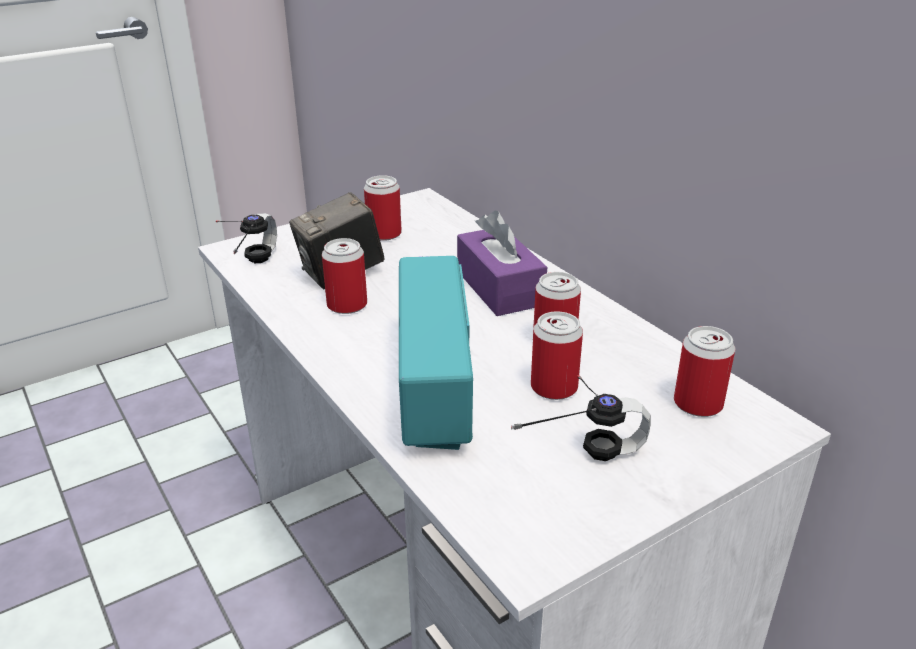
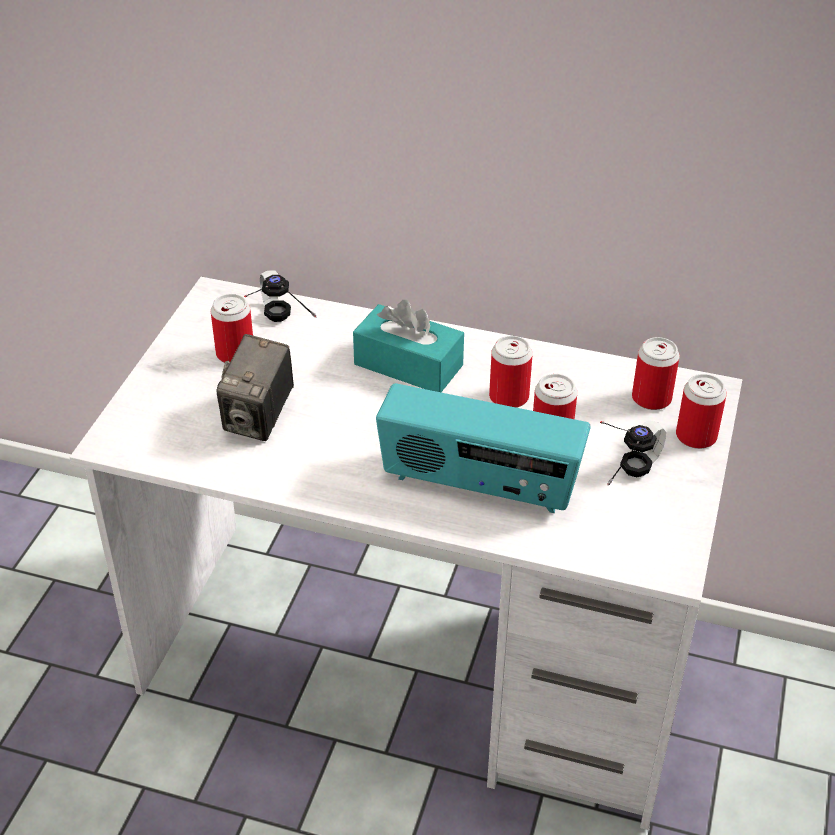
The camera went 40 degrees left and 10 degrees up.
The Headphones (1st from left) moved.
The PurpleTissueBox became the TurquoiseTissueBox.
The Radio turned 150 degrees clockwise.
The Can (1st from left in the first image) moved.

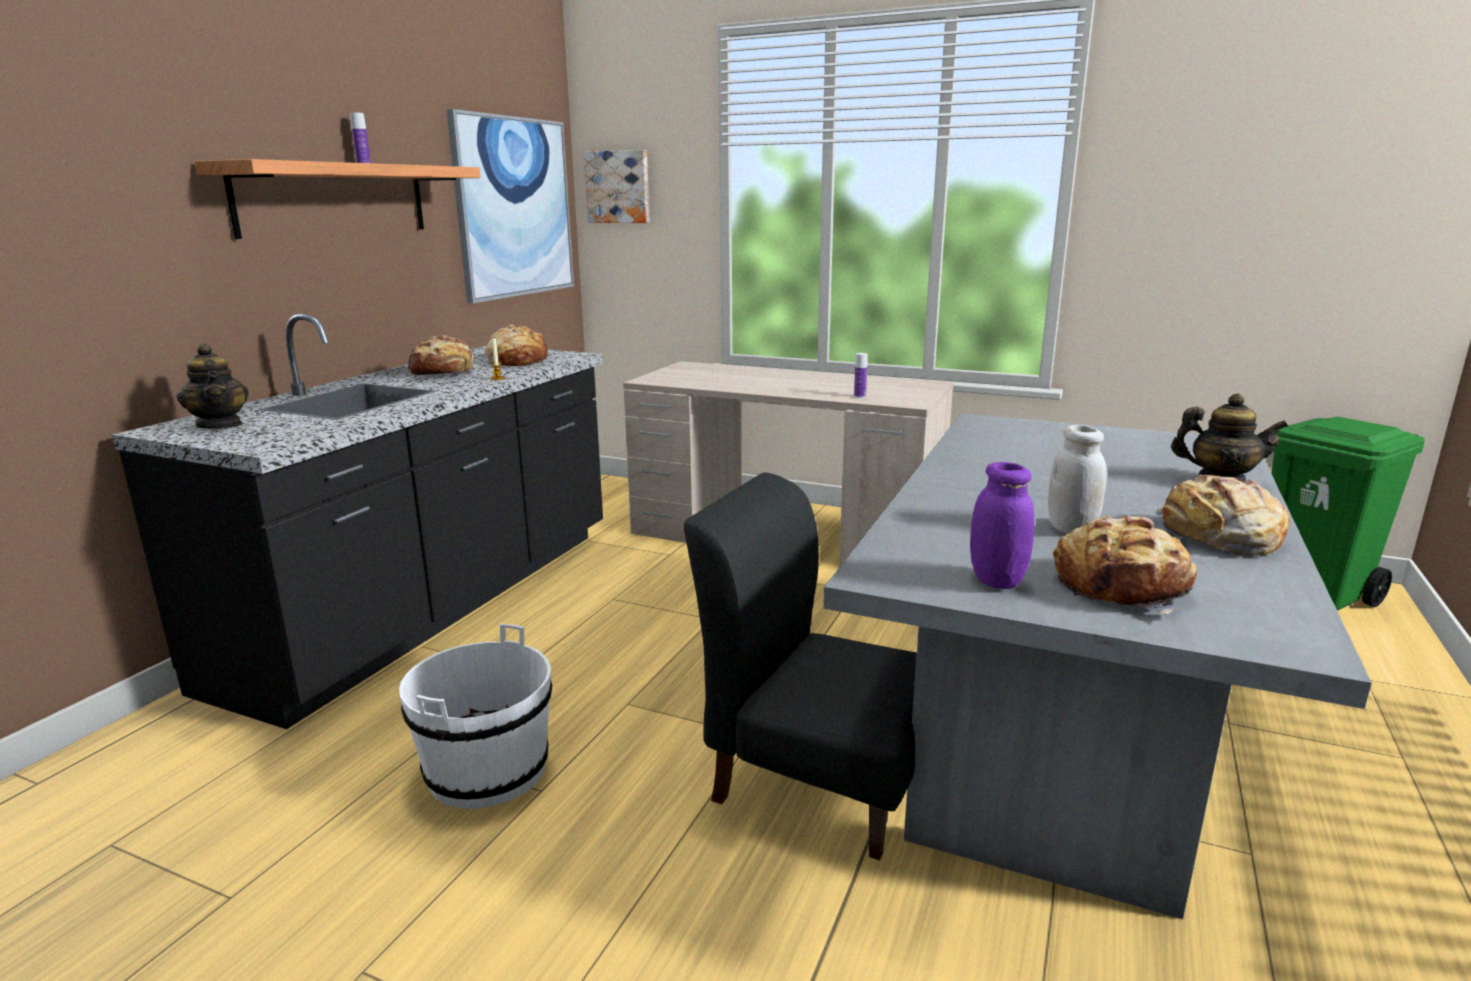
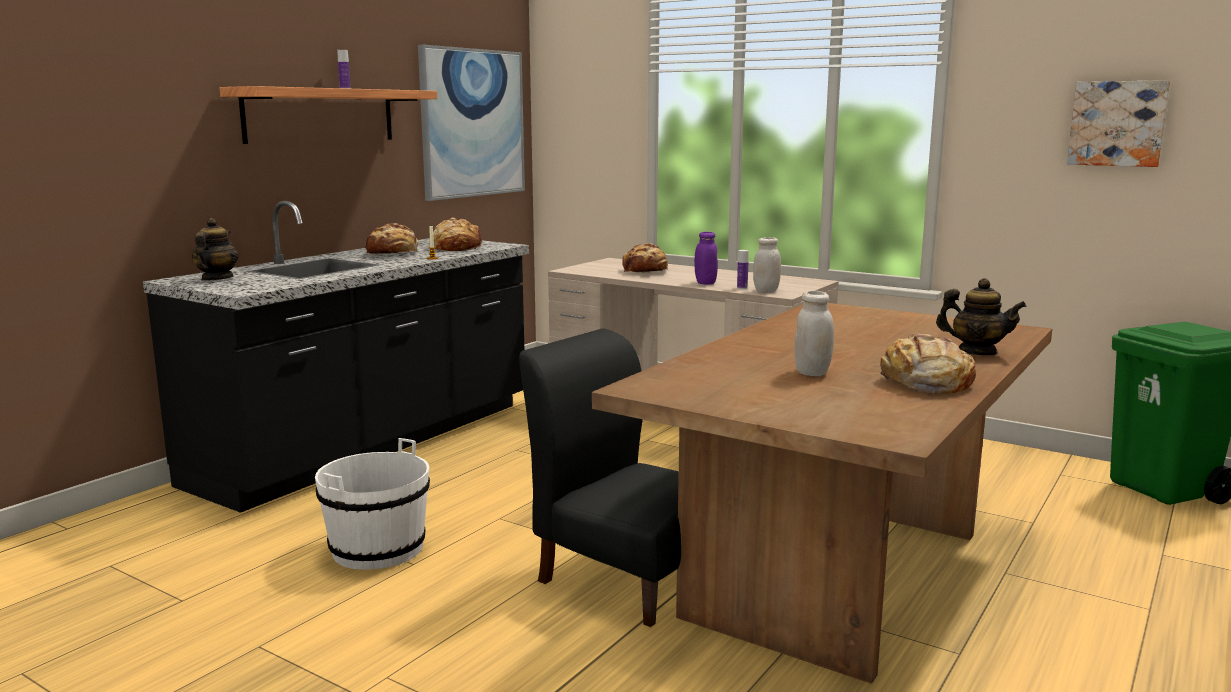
The camera went 10 degrees right and 5 degrees down.
The Teapot (1st from left) turned 150 degrees counterclockwise.
The GreyDiningTable became the BrownDiningTable.
The Bread (3rd from left) moved.
The PurpleJar moved.
The WhiteJar (1st from left) appeared.
The Picture (2nd from left) moved.

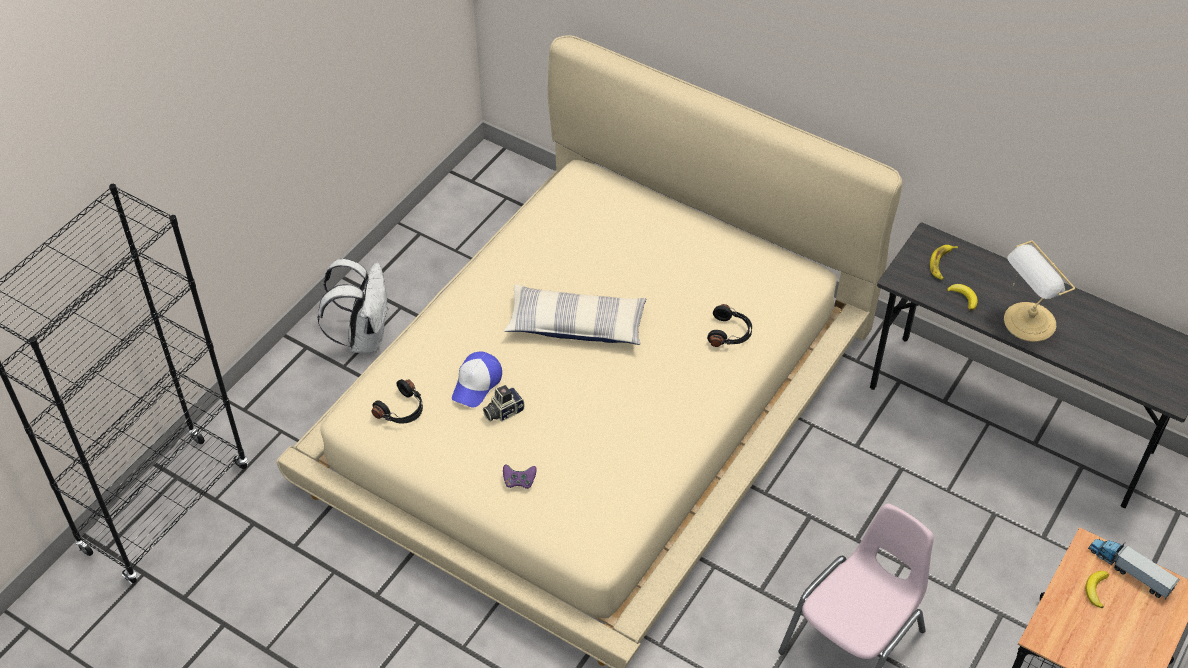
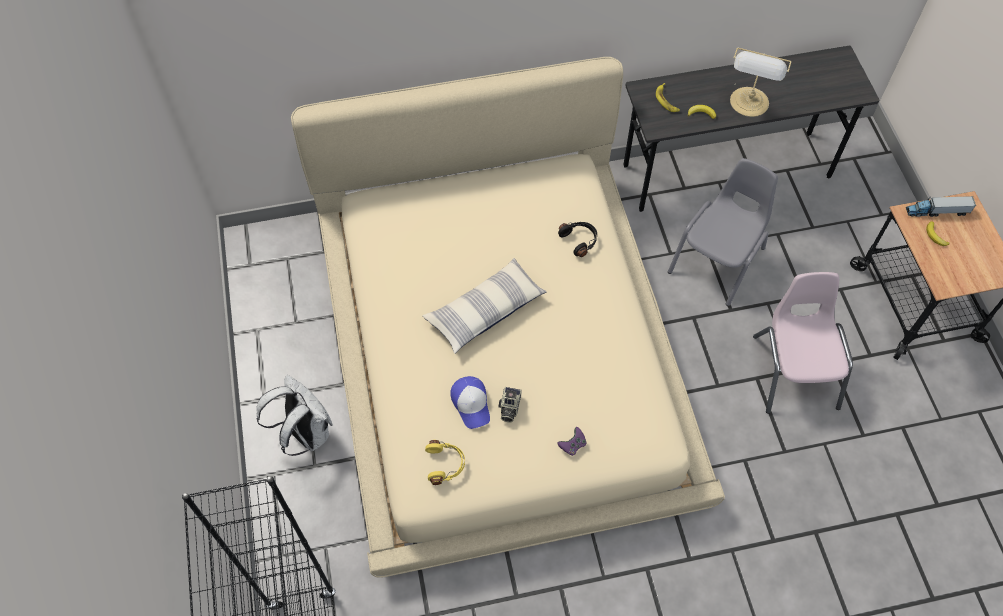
The camera went 45 degrees left and 10 degrees up.
The BlackHeadphones (1st from left) became the YellowHeadphones.
The GreyChair appeared.

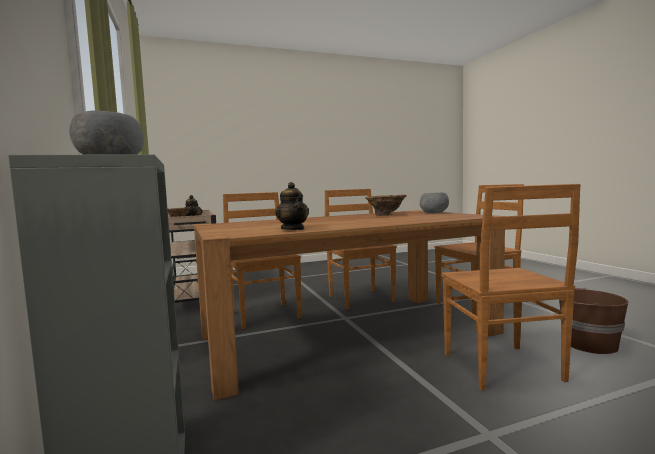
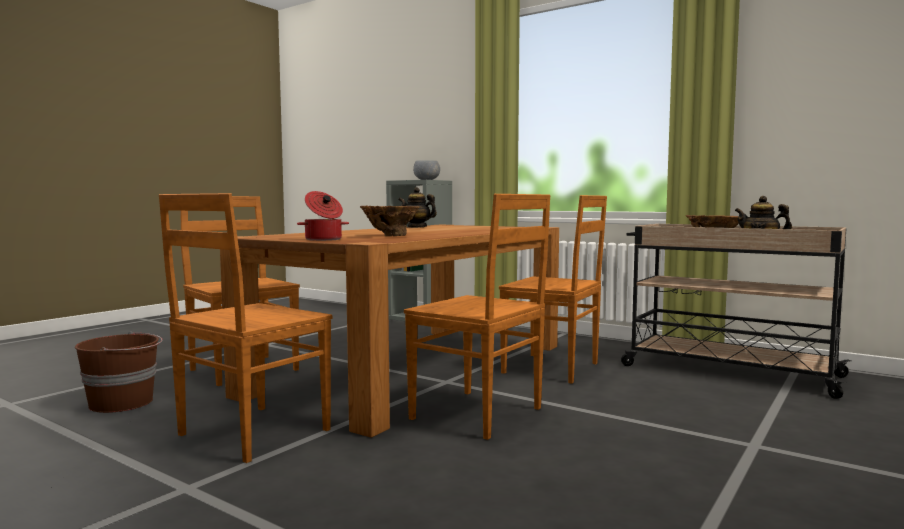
The camera went 145 degrees right and 0 degrees up.
The GreyBowl (2nd from left) was replaced by the CookingPot.

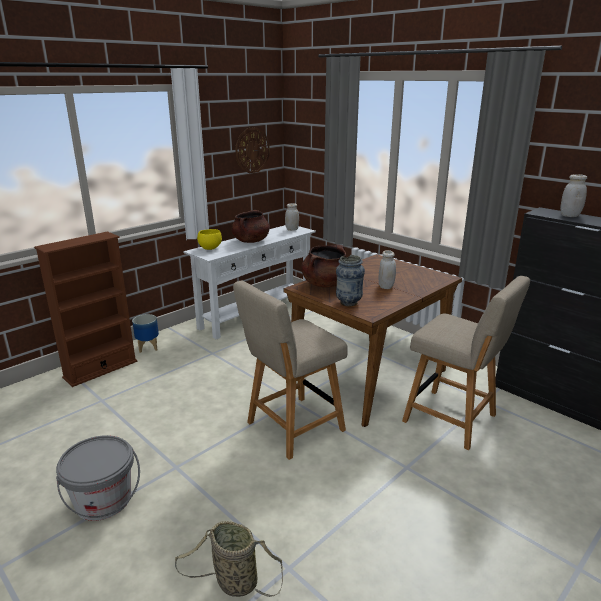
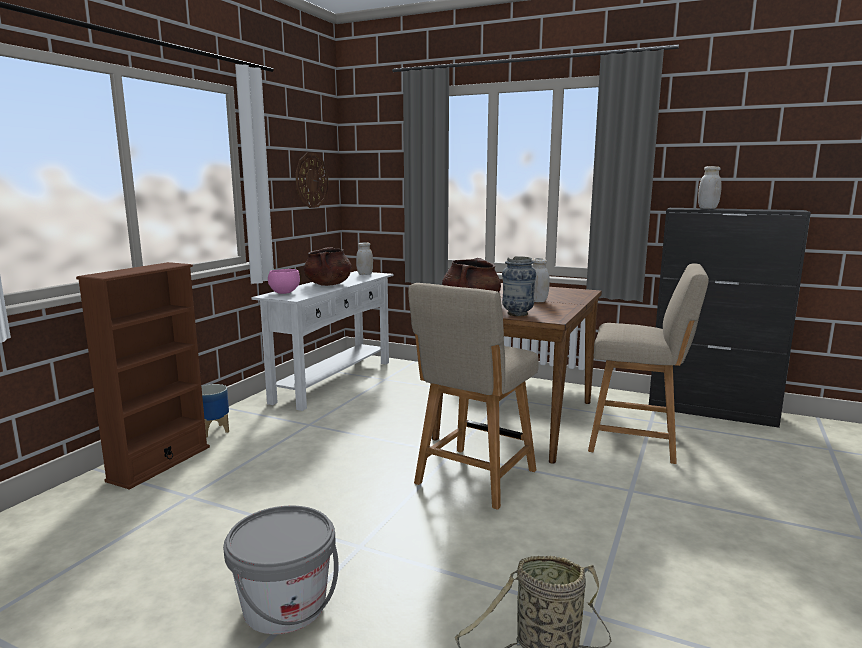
The camera went 20 degrees left and 10 degrees down.
The YellowBowl became the PinkBowl.

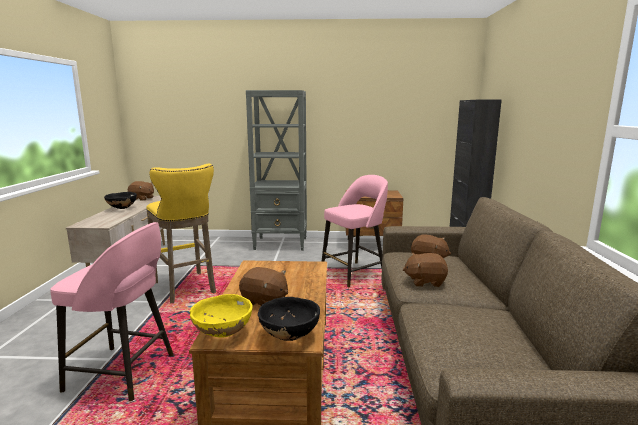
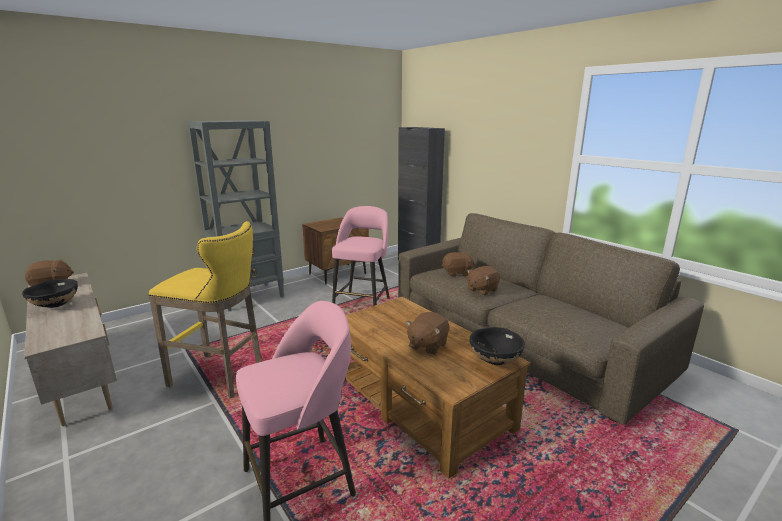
The camera went 40 degrees left and 5 degrees up.
The BrownPlushToy (2nd from left) turned 135 degrees clockwise.
The YellowBowl disappeared.

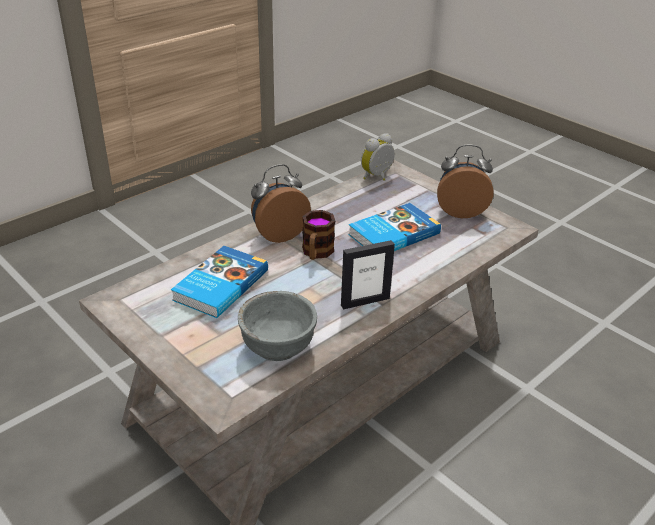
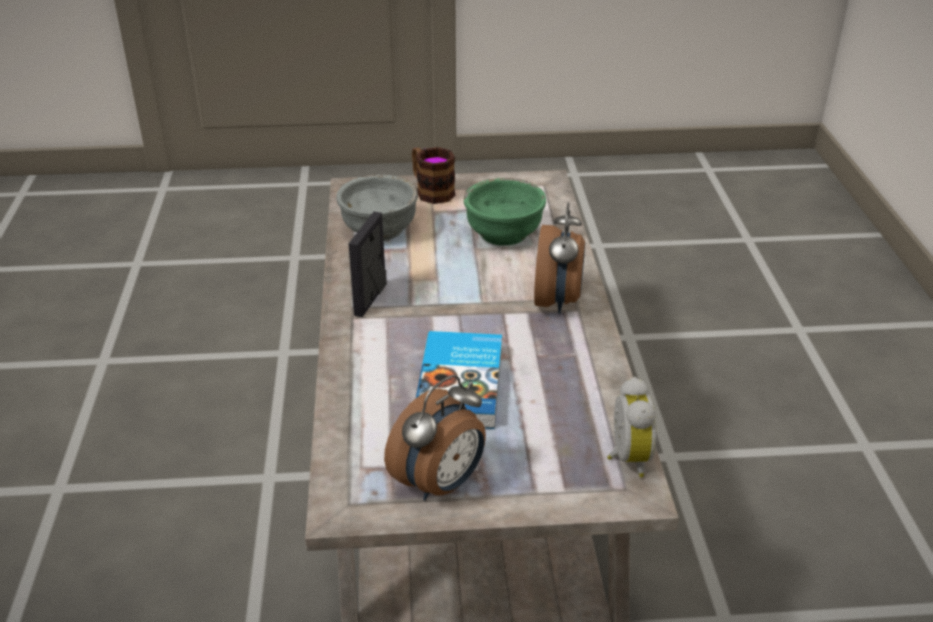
The camera went 130 degrees right and 0 degrees up.
The Mug moved.
The Book (1st from left) was replaced by the GreenBowl.

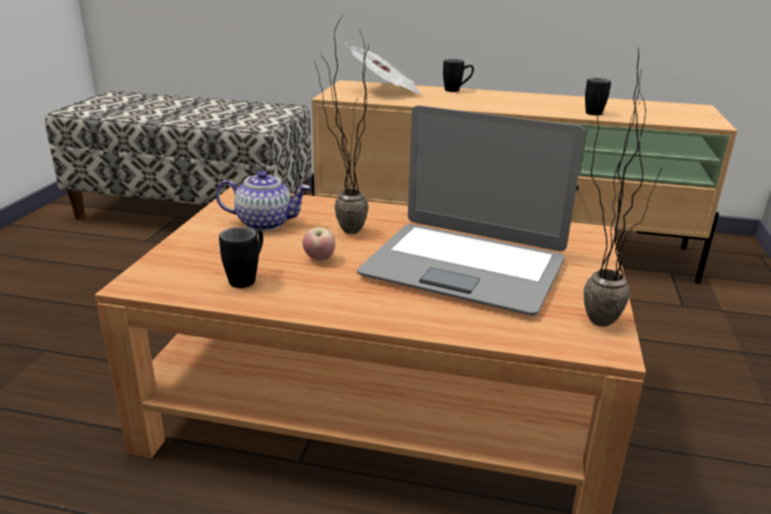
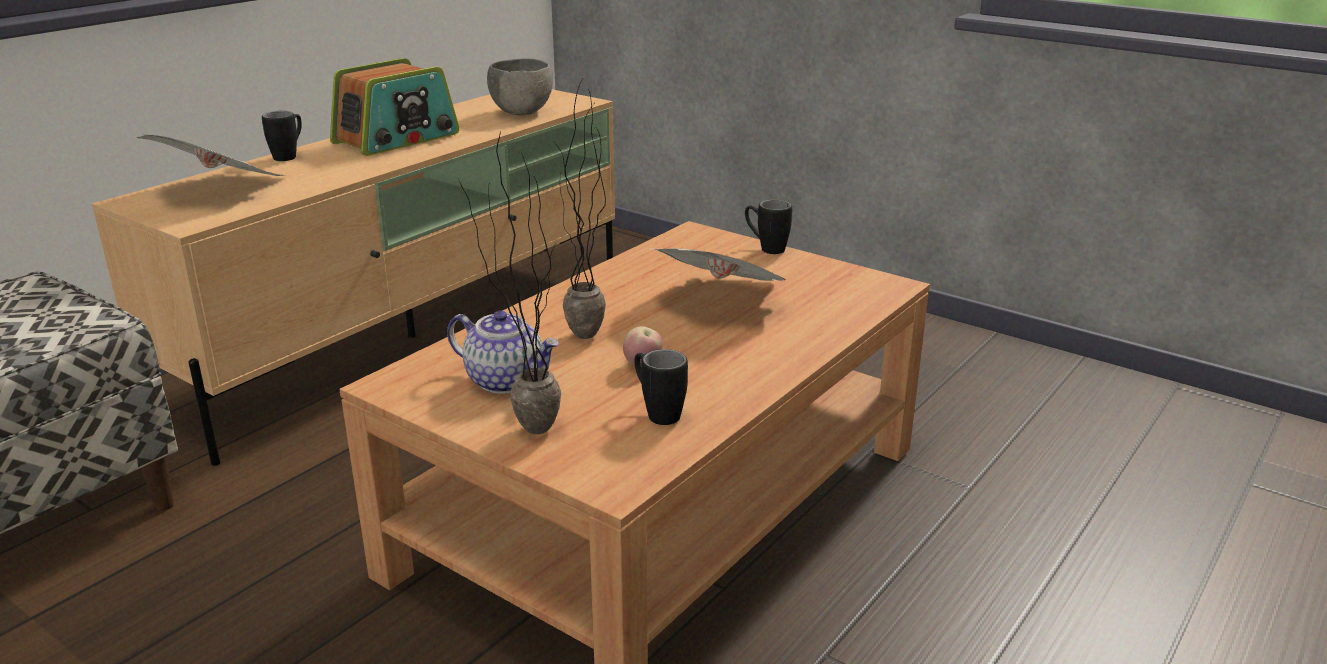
The camera went 65 degrees left and 0 degrees up.
The Radio appeared.
The Teapot turned 90 degrees clockwise.
The PottedPlant (2nd from left in the first image) moved.
The GreyBowl appeared.
The Laptop was replaced by the Newspaper (2nd from left).
The BlackMug (3rd from left) moved.

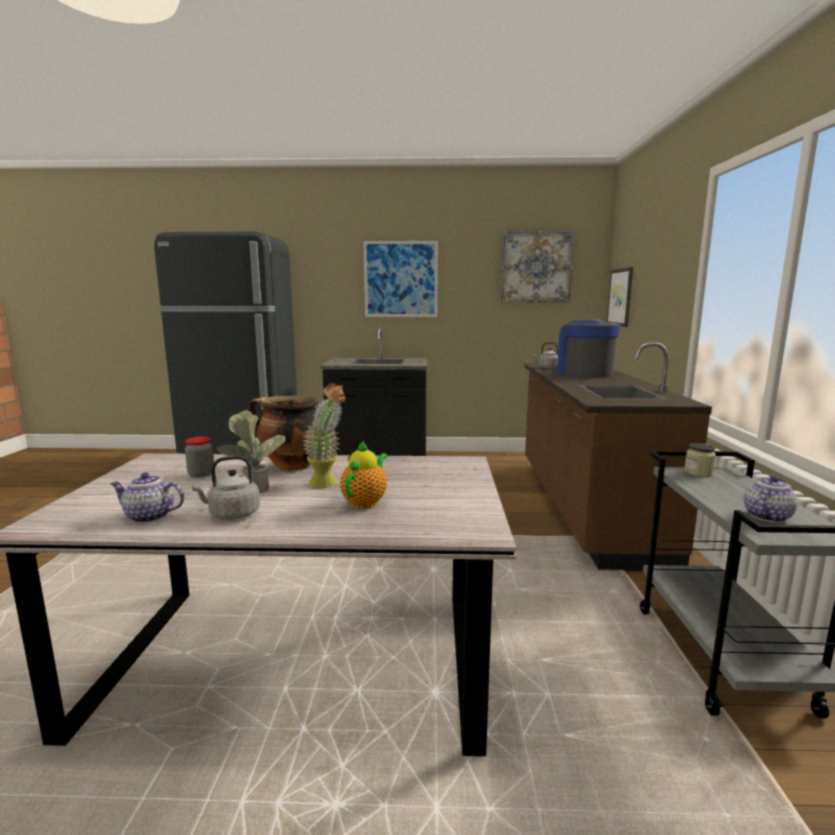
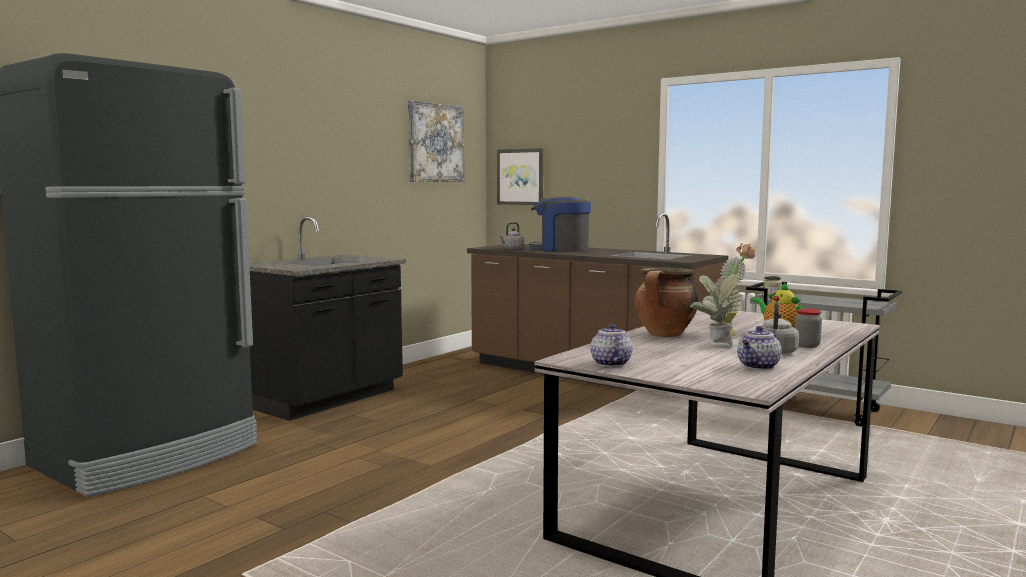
The camera went 55 degrees left and 5 degrees down.
The Teapot (3rd from left in the first image) moved.
The Jar (1st from left in the first image) moved.
The Picture (1st from left) disappeared.

